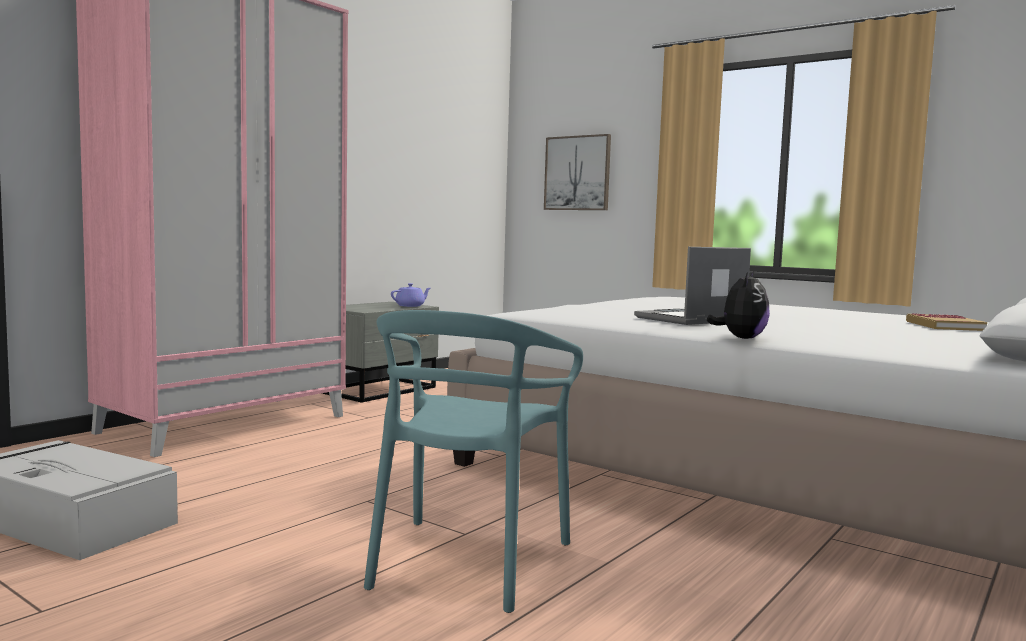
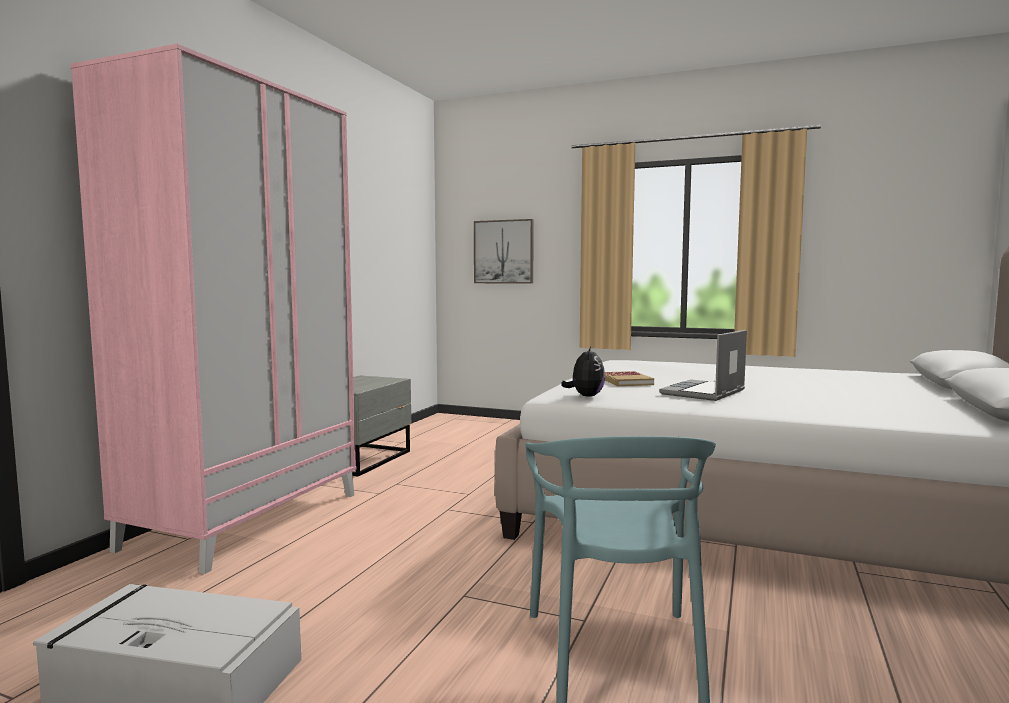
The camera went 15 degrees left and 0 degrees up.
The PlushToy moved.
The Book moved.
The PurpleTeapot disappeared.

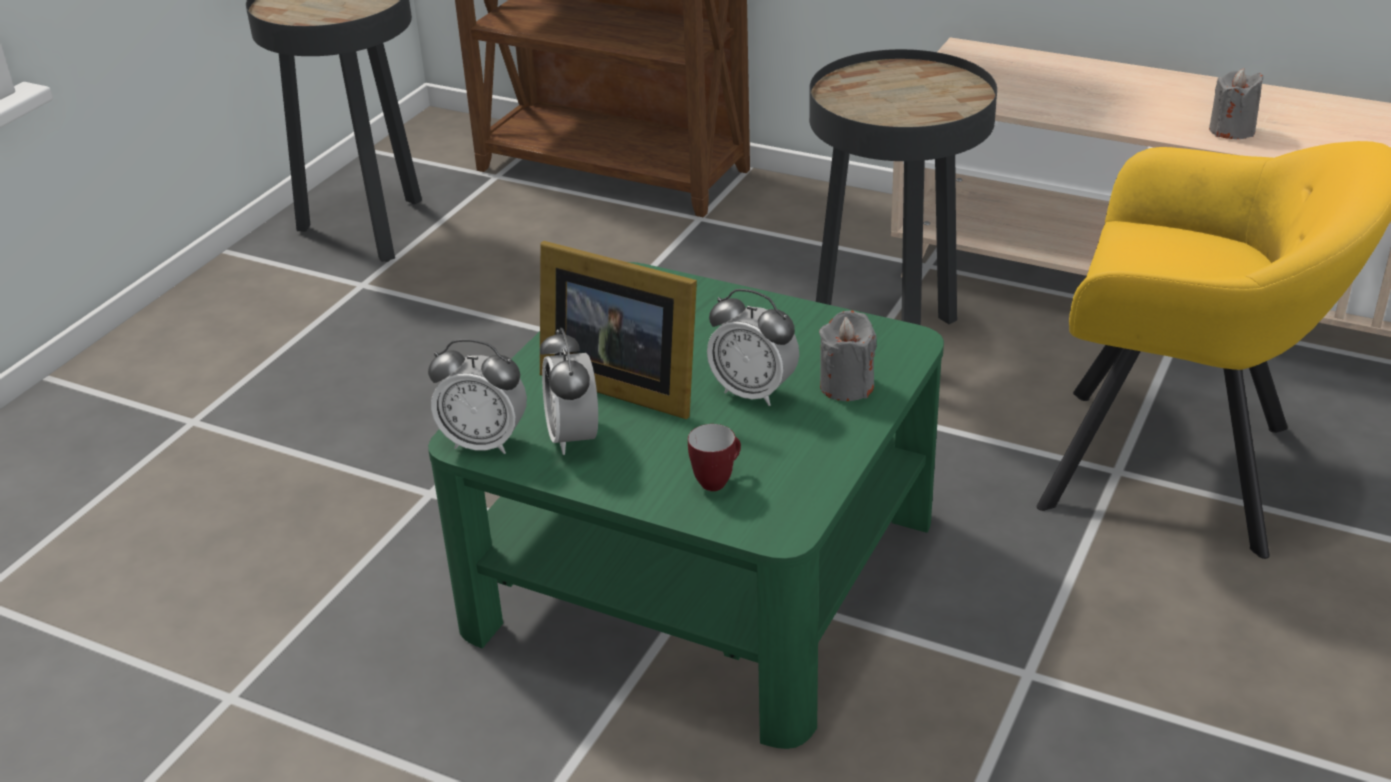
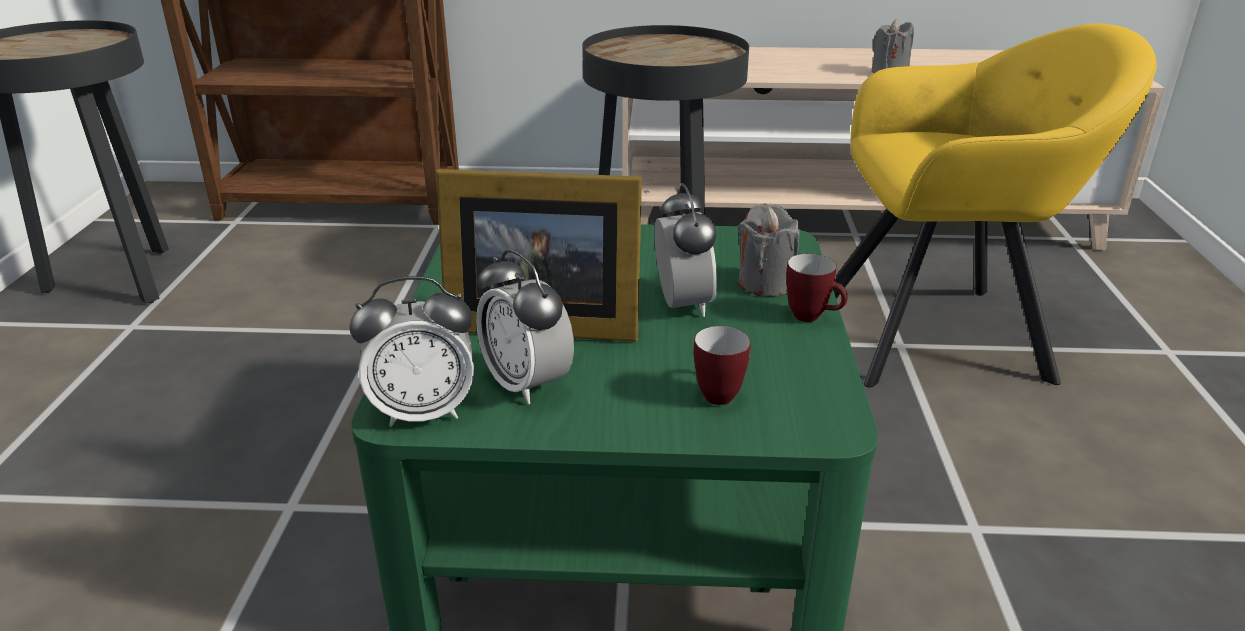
The camera went 25 degrees left and 5 degrees down.
The AlarmClock (3rd from left) turned 105 degrees counterclockwise.
The Mug (2nd from left) appeared.

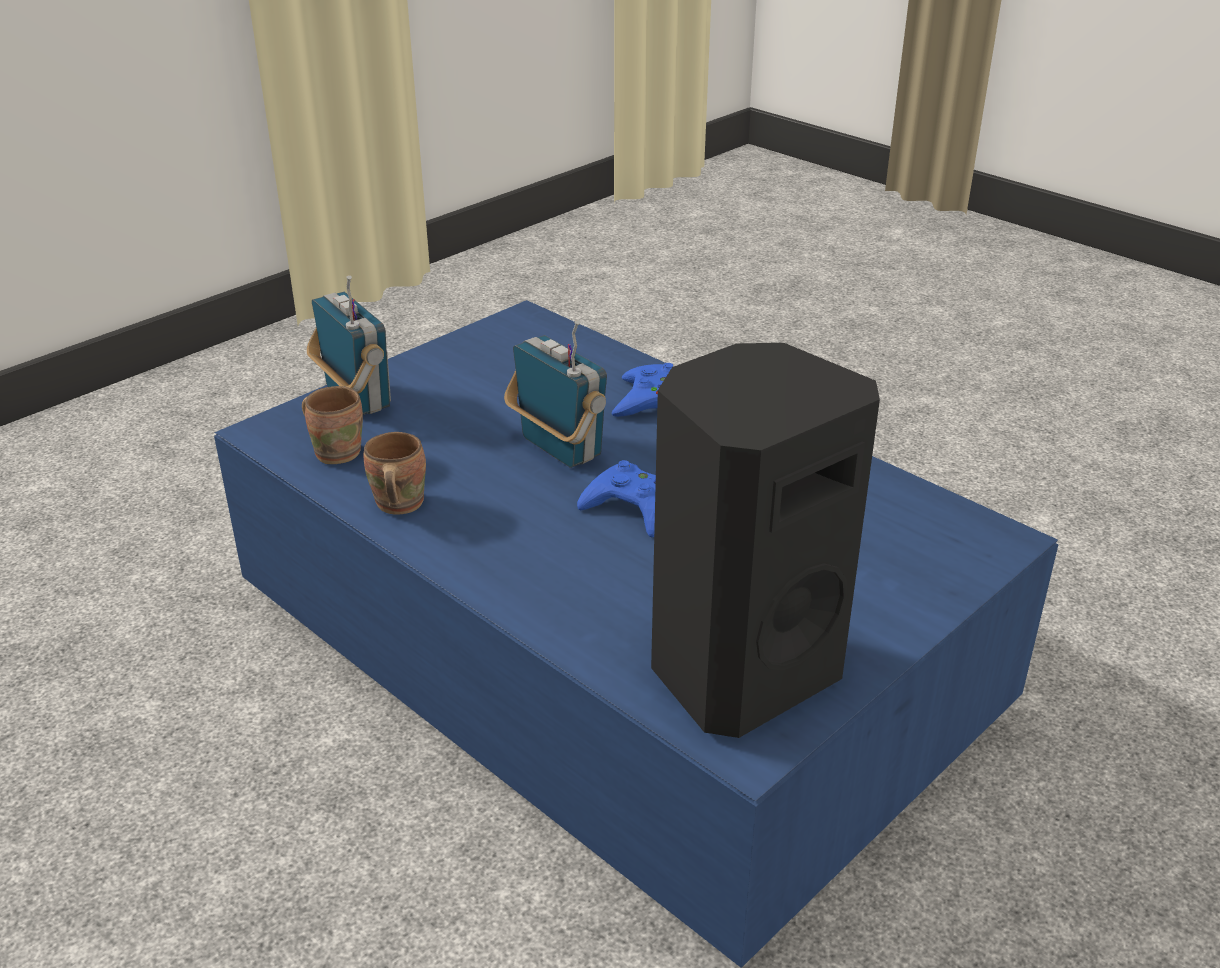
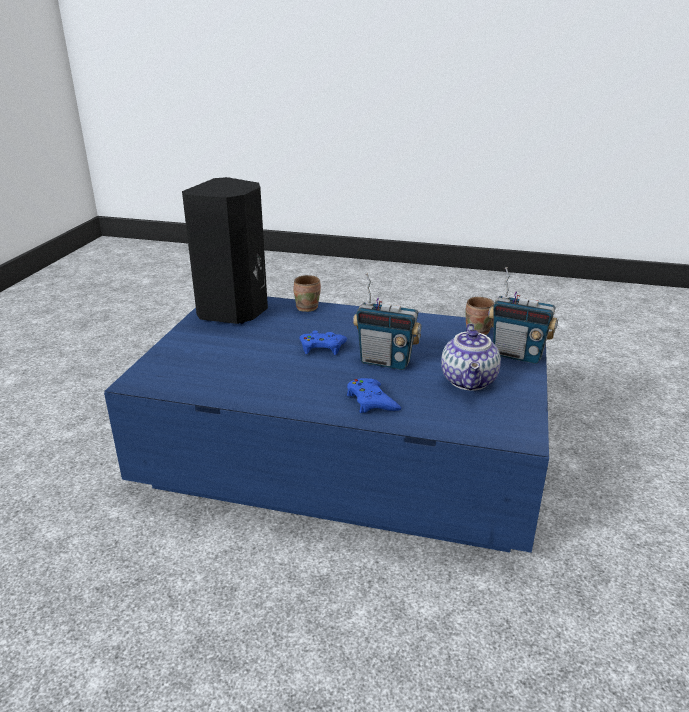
The camera went 150 degrees right and 5 degrees down.
The BrownMug (2nd from left in the first image) moved.
The Teapot appeared.

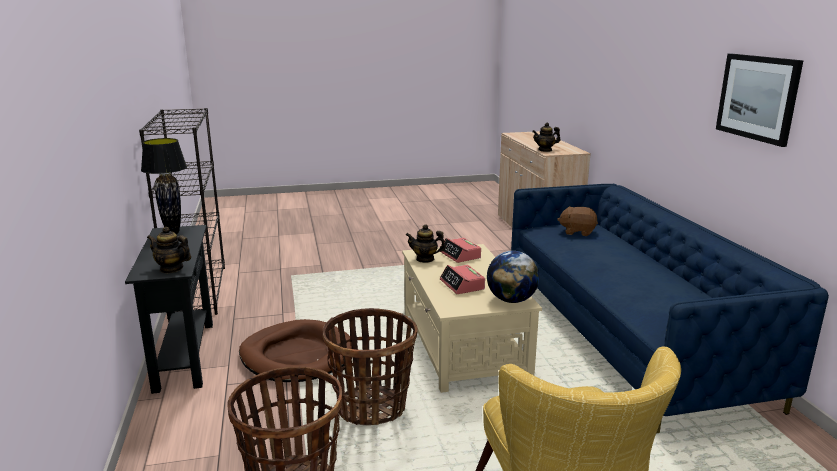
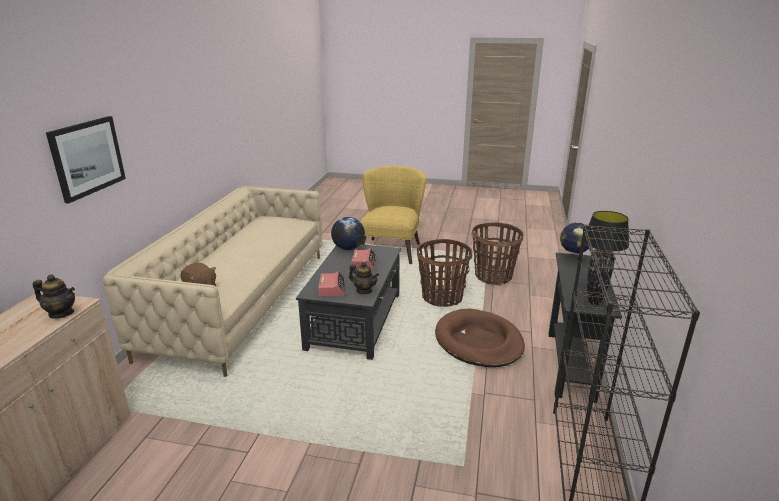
The camera went 155 degrees left and 5 degrees up.
The Picture moved.
The BlueSofa became the BeigeSofa.
The BeigeCoffeeTable became the BlackCoffeeTable.
The Teapot (1st from left) was replaced by the Globe (2nd from left).

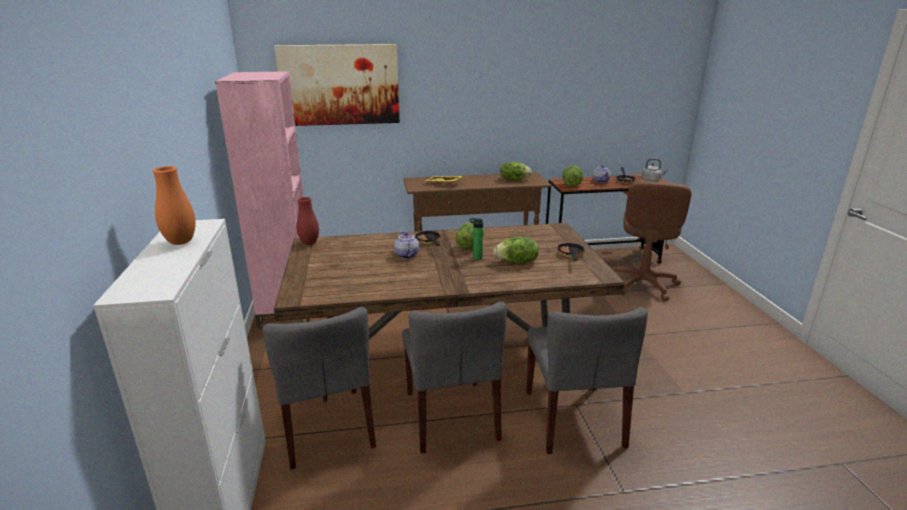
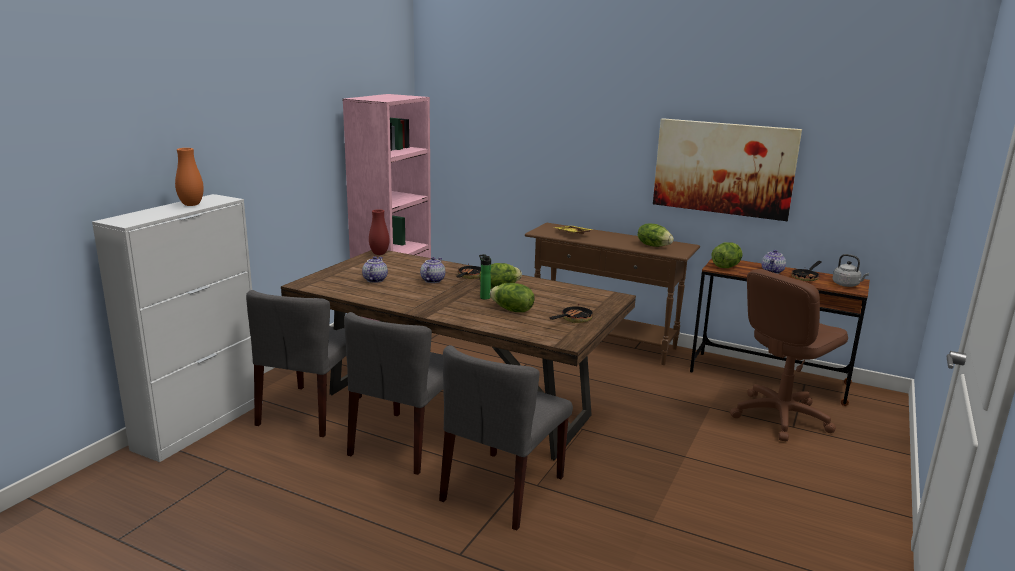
The camera went 35 degrees right and 5 degrees down.
The Teapot (1st from left) appeared.
The Picture moved.

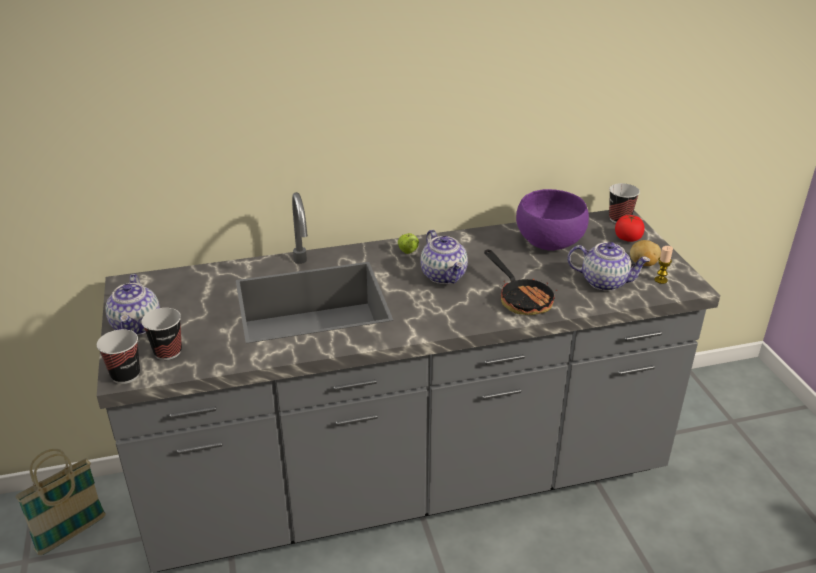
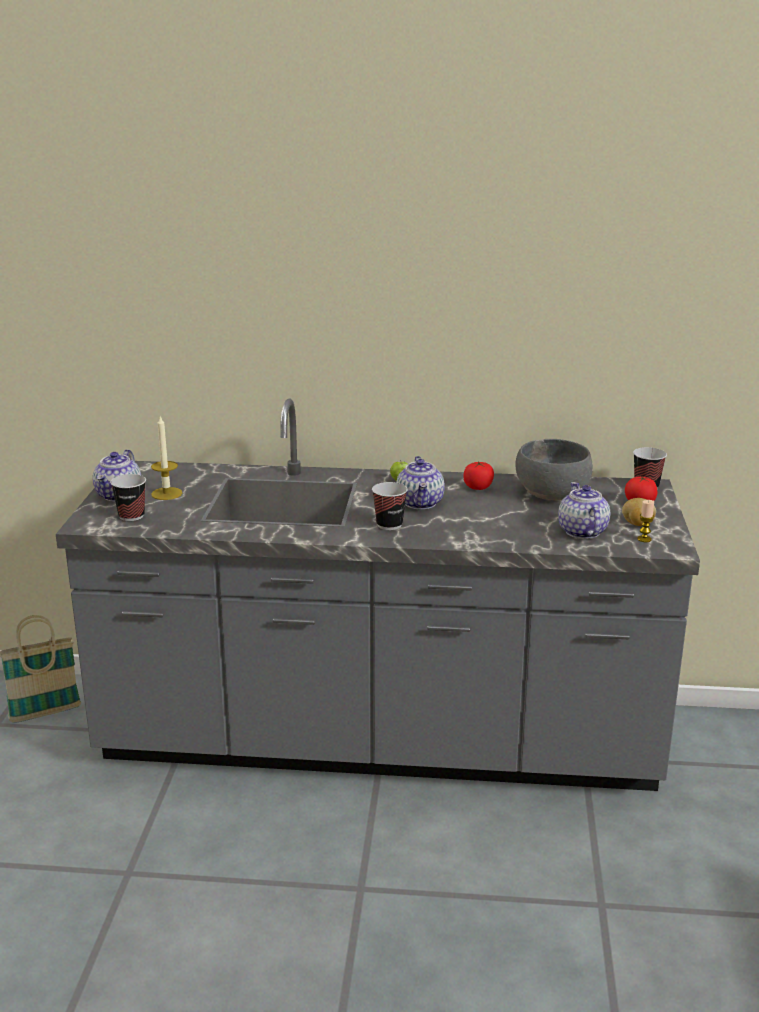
The camera went 20 degrees right and 10 degrees down.
The Candle (1st from left) appeared.
The Cup (1st from left in the first image) moved.
The Tomato (1st from left) appeared.
The PurpleBowl became the GreyBowl.
The Teapot (3rd from left) turned 135 degrees counterclockwise.
The FryingPan disappeared.

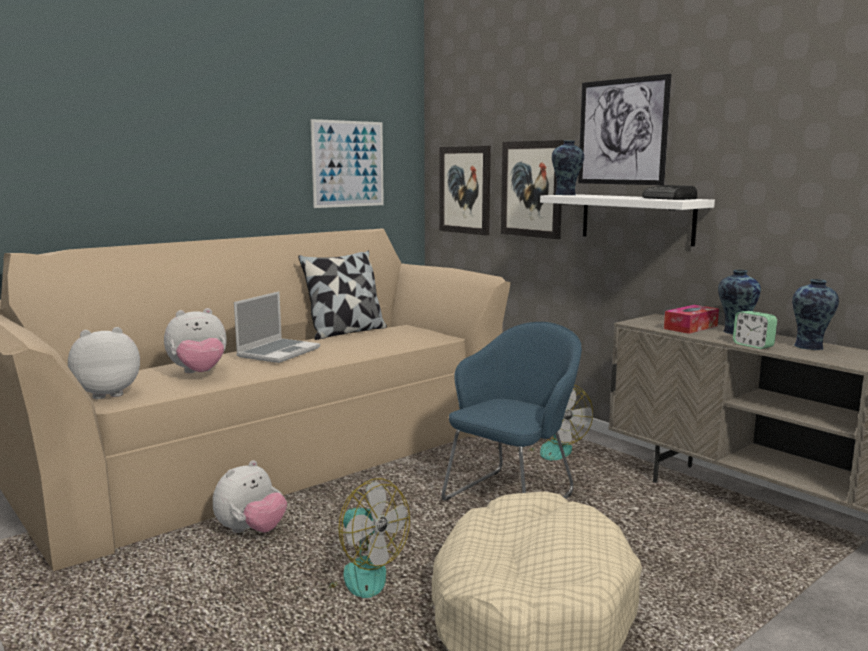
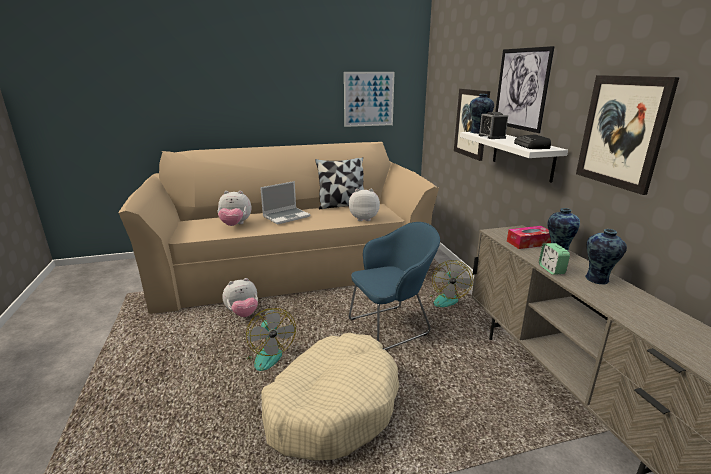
The camera went 25 degrees right and 10 degrees up.
The PlushToy (1st from left in the first image) moved.
The AlarmClock (1st from left) appeared.
The Picture (2nd from left in the first image) moved.

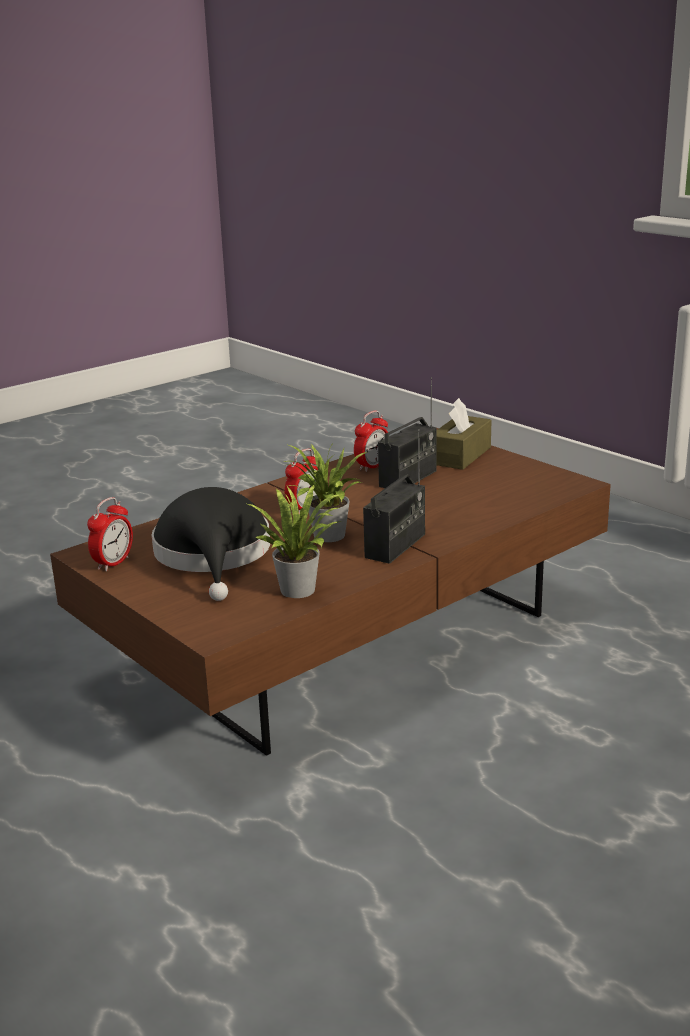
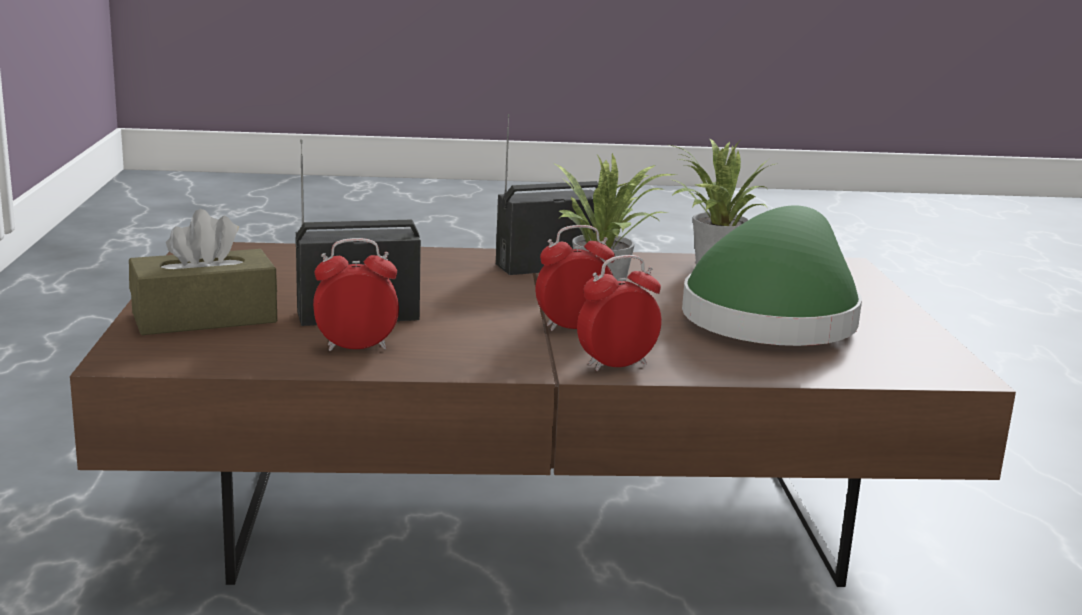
The camera went 145 degrees left and 5 degrees down.
The AlarmClock (1st from left in the first image) moved.
The BlackHat became the GreenHat.

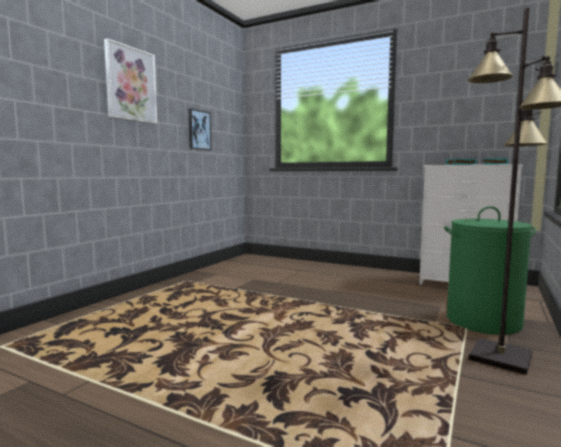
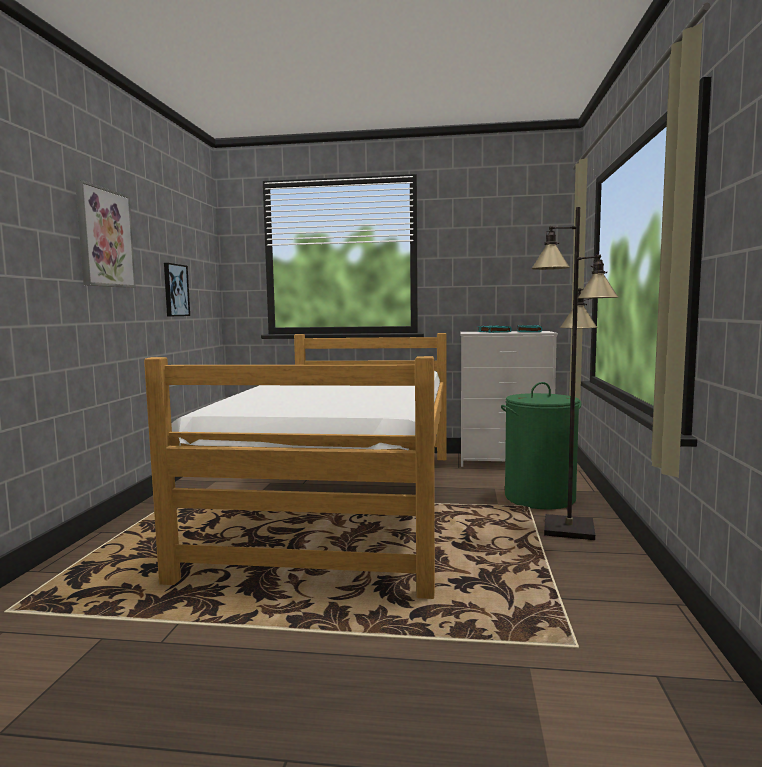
The camera went 20 degrees left and 0 degrees up.
The Bed appeared.

